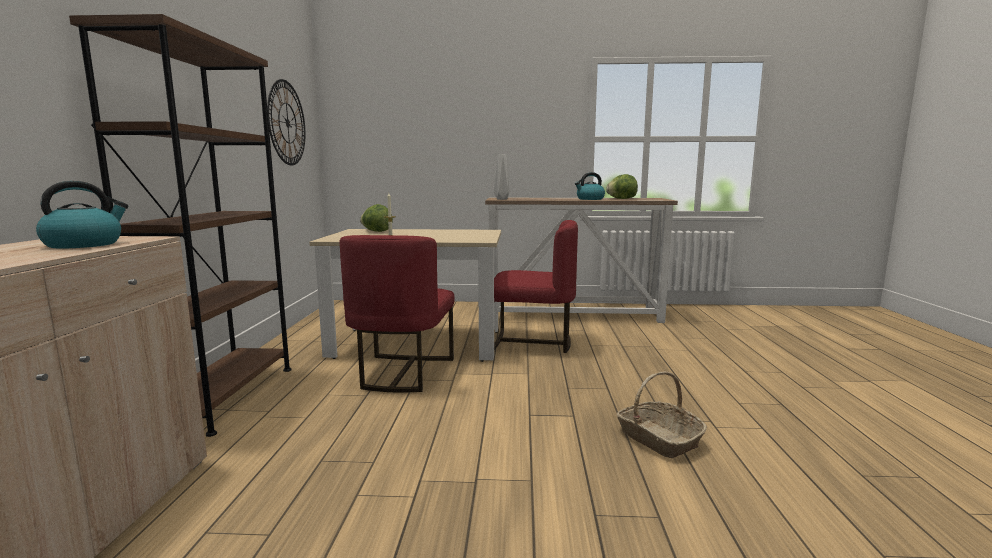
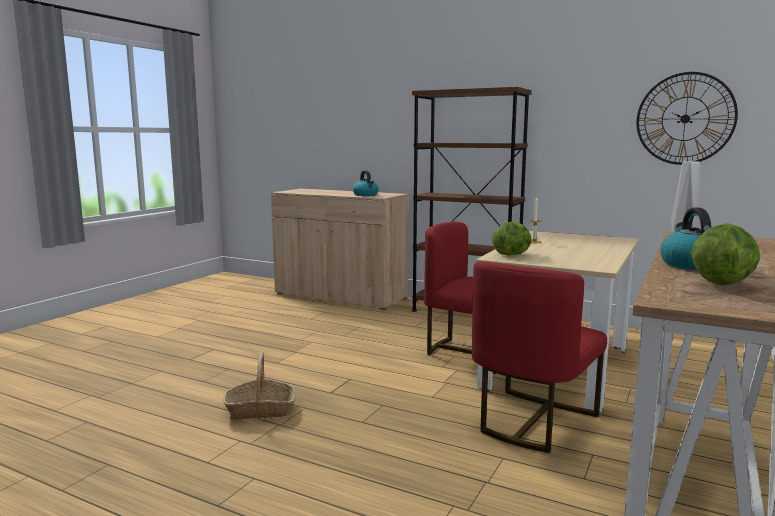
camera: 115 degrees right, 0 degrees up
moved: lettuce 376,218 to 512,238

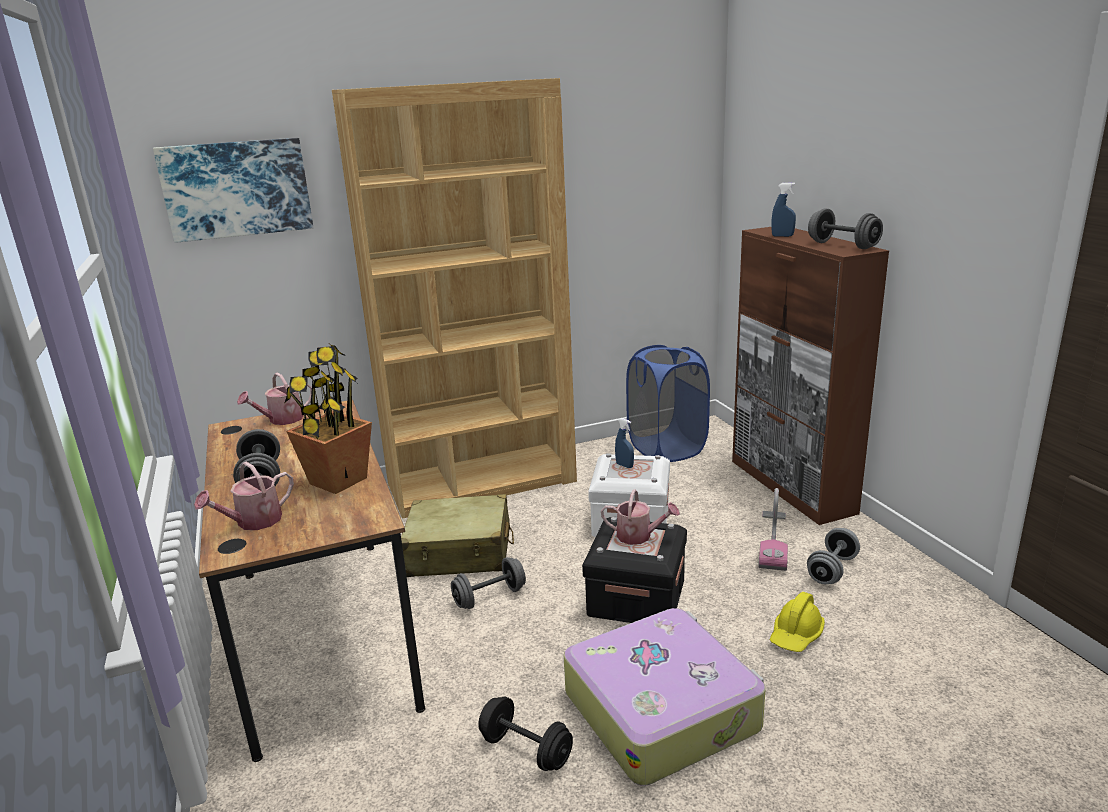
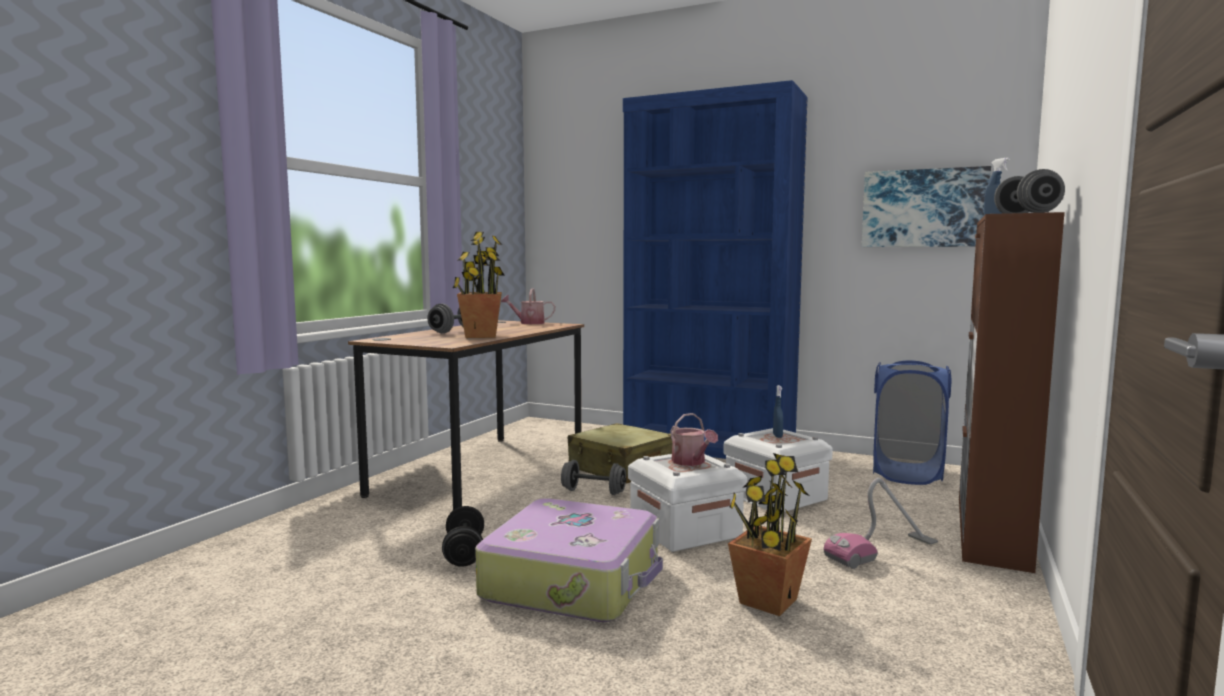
camera: 45 degrees right, 15 degrees down
removed: sprinkling can 244,496; free weight (grey) 833,556
moved: wall art 233,190 to 926,206
replaced: safety helmet (yellow) 797,622 to plant in a pot 770,534
recoloured: bookshelf (brown) 454,298 to bookshelf (bluish) 715,269; storage container (black-coloured) 634,570 to storage container (white-coloured) 687,503

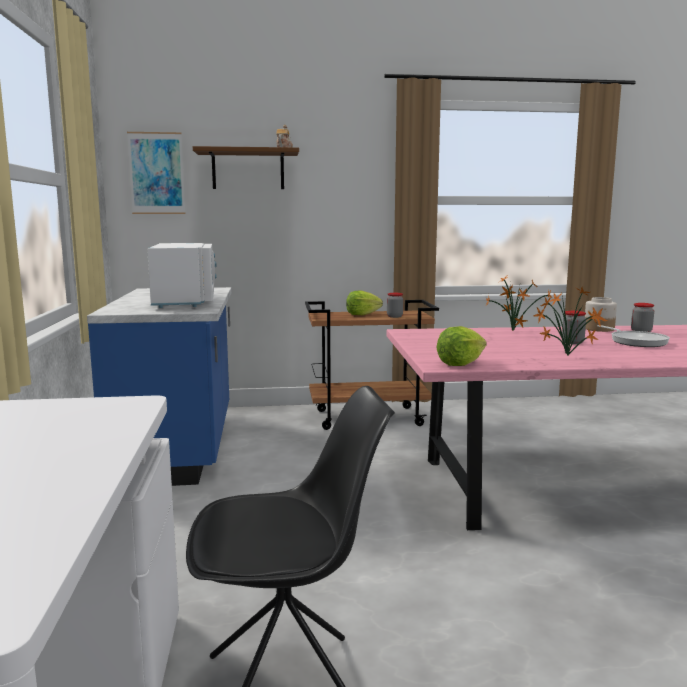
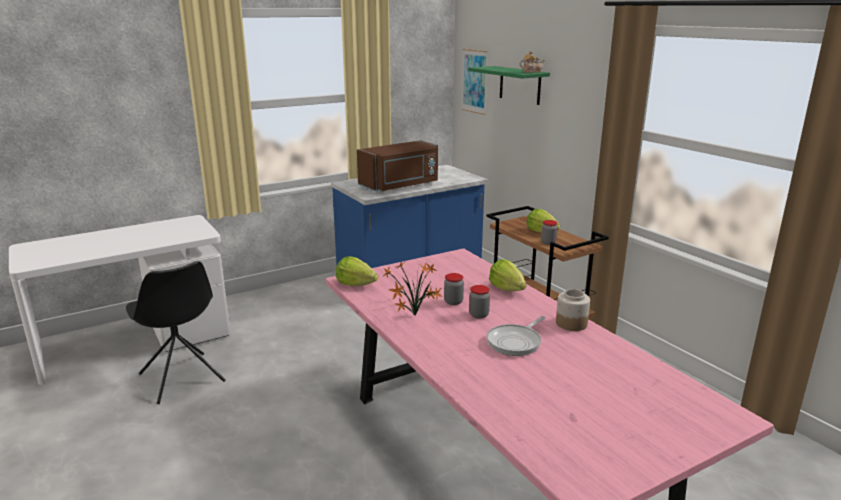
camera: 65 degrees right, 10 degrees up
moved: preserve jar 642,317 to 454,289
replaced: plant in a pot 518,302 to lettuce 507,275
recoloured: microwave oven (white-coloured) 182,275 to microwave oven (brown) 397,166; wall shelf (brown) 246,167 to wall shelf (green-coloured) 509,85

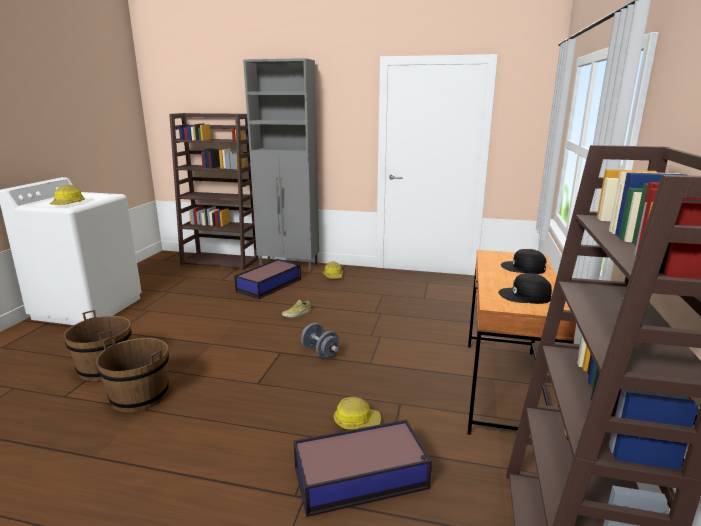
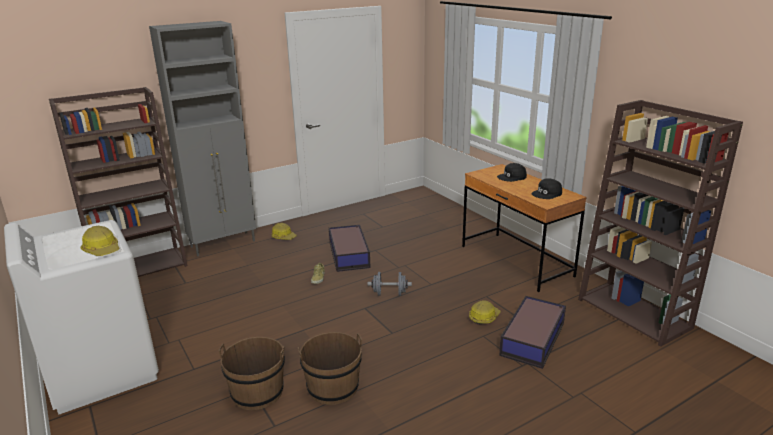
camera: 45 degrees left, 5 degrees up
moved: storage container 267,279 to 349,248

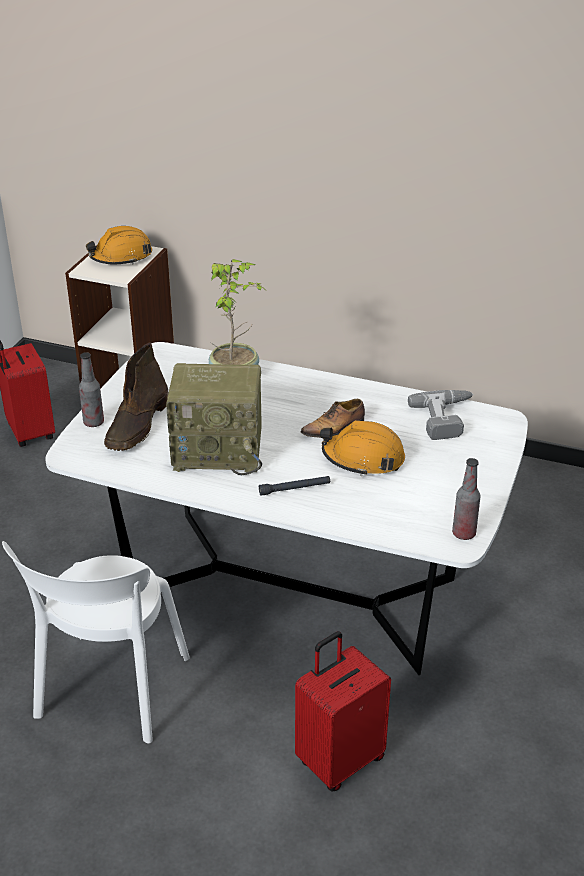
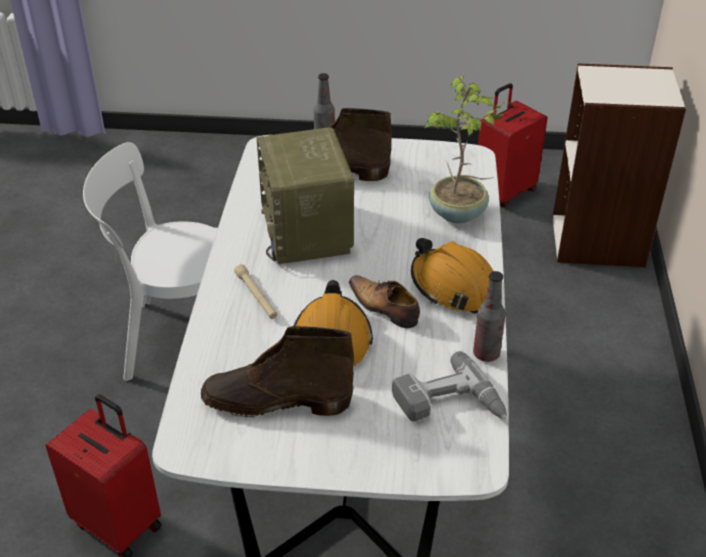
camera: 75 degrees right, 5 degrees up
added: boot (brown) 277,372
moved: safety helmet (orange) 119,245 to 452,276; bottle 466,499 to 489,316
recoloured: flashlight (black-coloured) 294,486 to flashlight (beige-coloured) 255,291

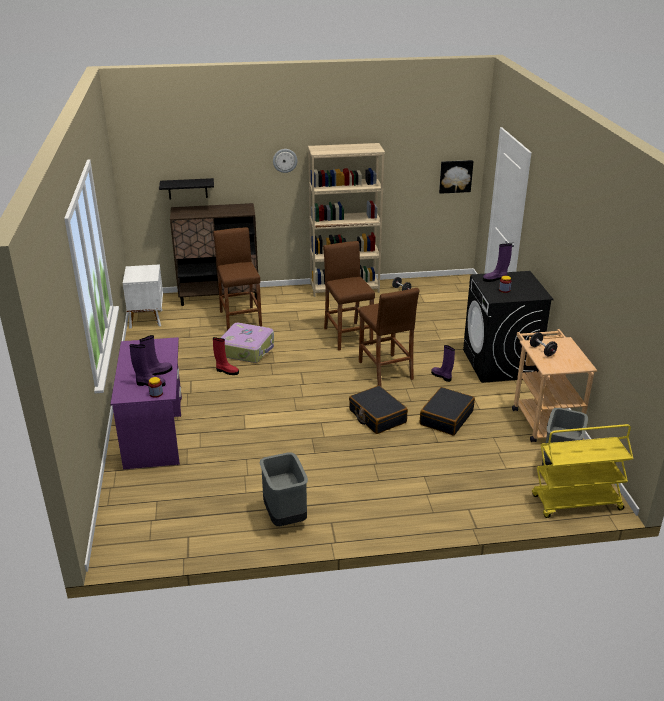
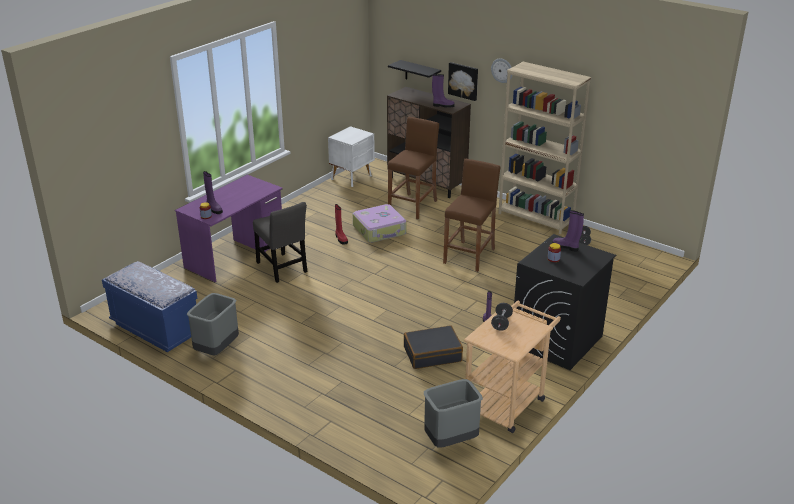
camera: 45 degrees right, 0 degrees up
removed: piece of luggage (black-coloured) 378,410; sitting stool (brown) 389,337; trolley (yellow) 582,471
added: indoor bench (bluish) 149,306; chair (grey) 280,242
moved: boot (purple-coloured) 155,355 to 443,91; wall art 456,177 to 463,81

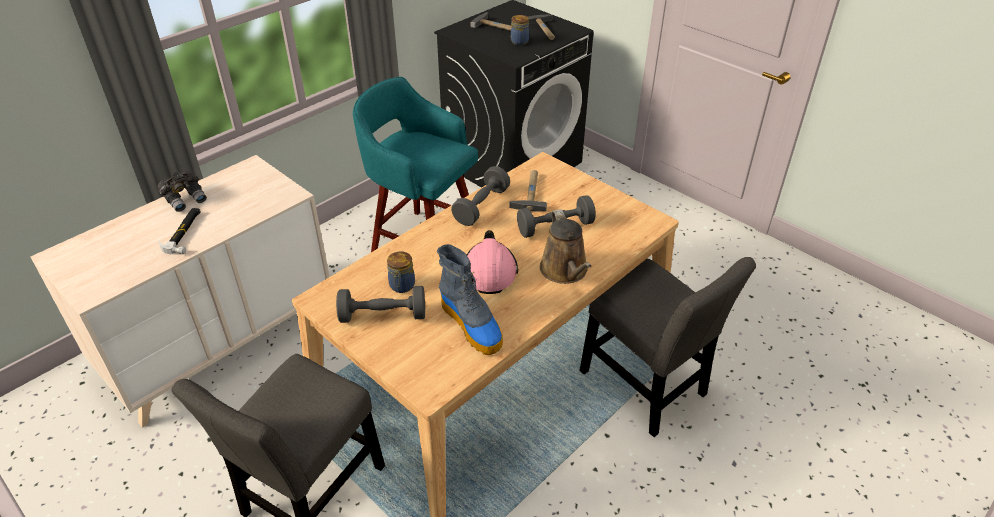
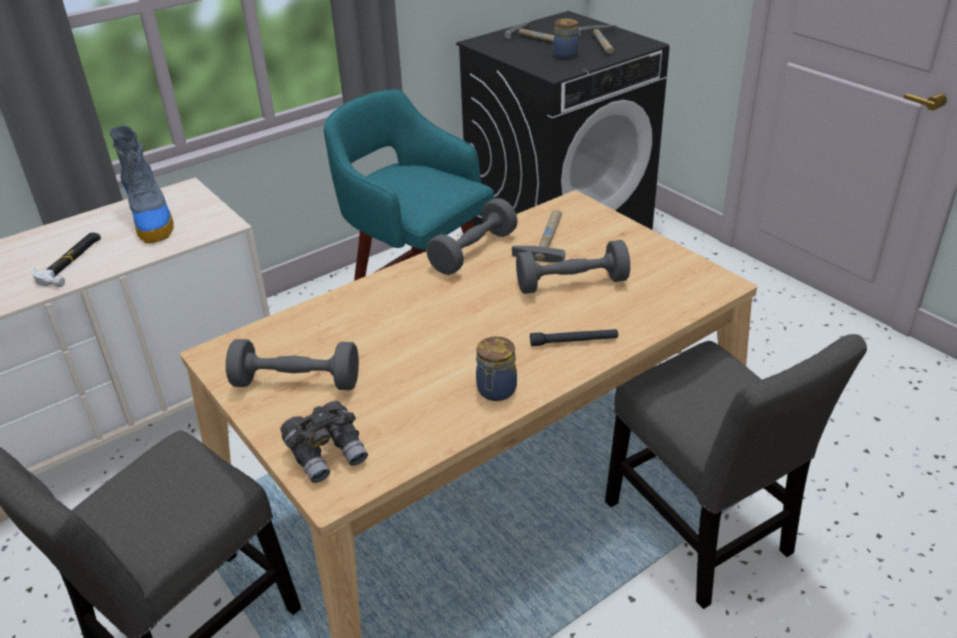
camera: 10 degrees right, 5 degrees down
removed: safety helmet (pink) 493,262
moved: pair of binoculars (grey) 182,191 to 324,442; preserve jar 401,272 to 496,368; boot 470,299 to 141,184
replaced: sprinkling can (brown) 565,246 to flashlight (black-coloured) 574,337

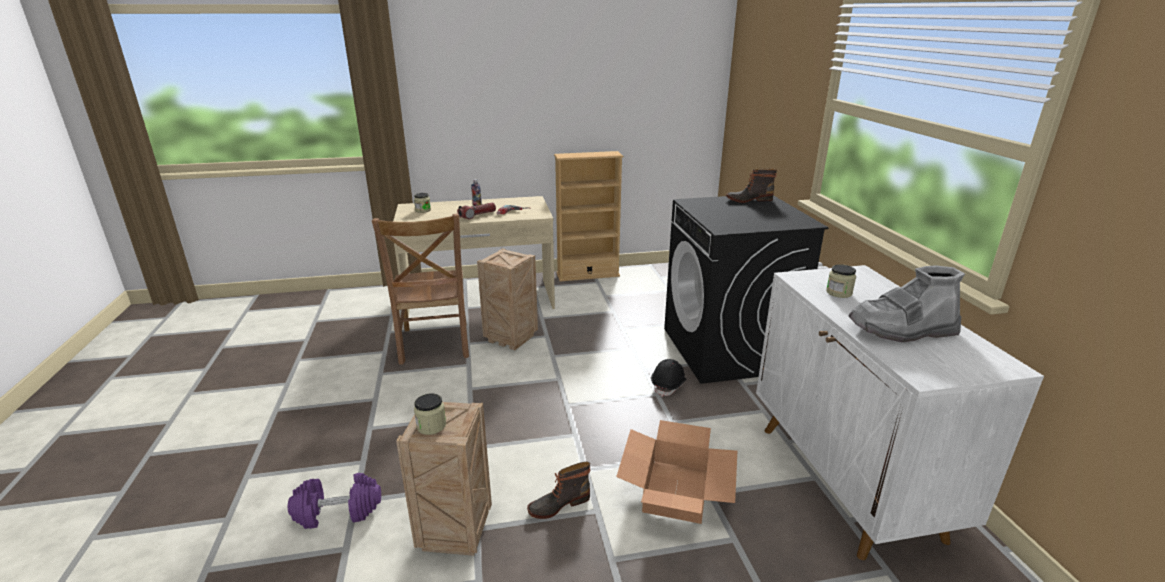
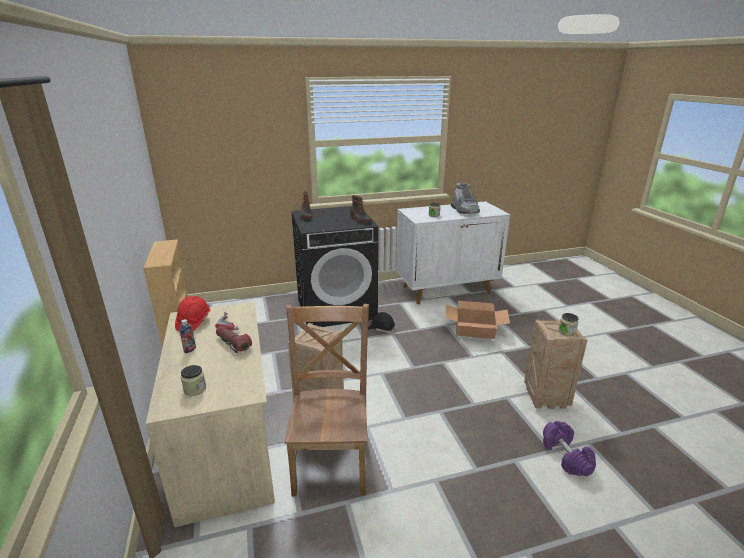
camera: 95 degrees left, 0 degrees up
added: safety helmet (reddish) 192,314
moved: boot 558,490 to 361,209
turned: chair (brown) 420,289 = 327,400 75 degrees counterclockwise

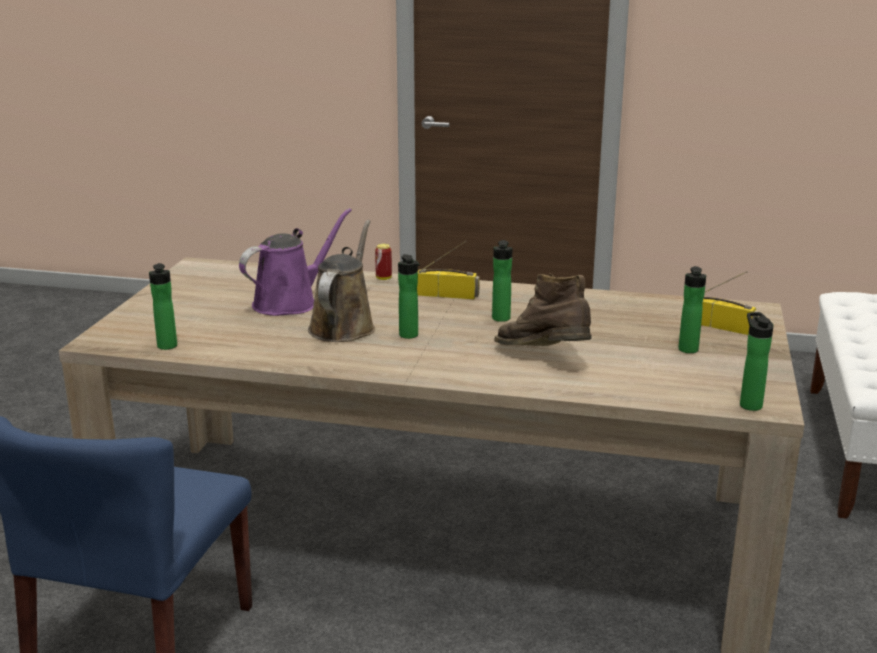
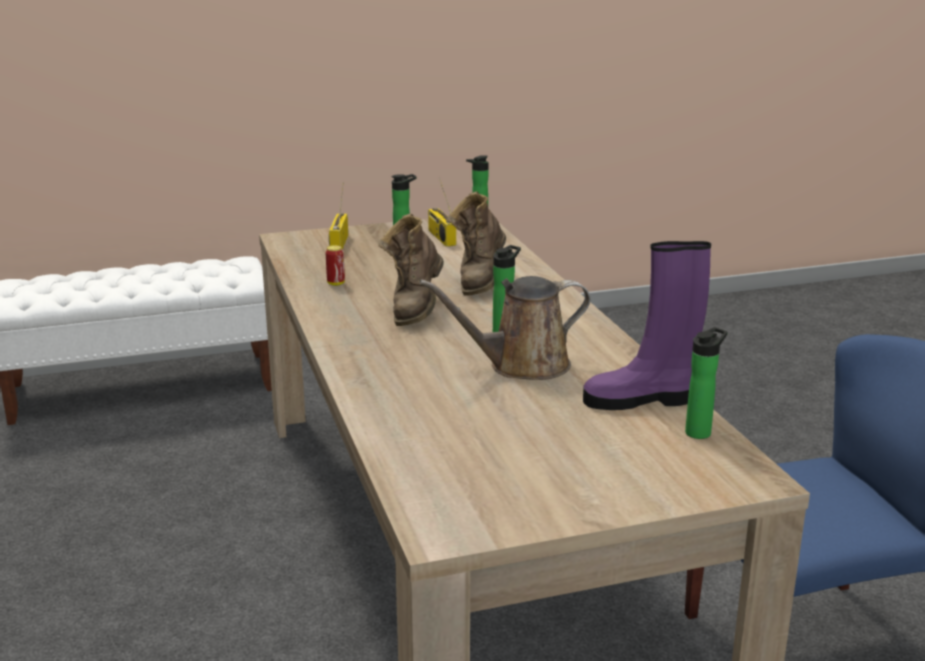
camera: 120 degrees left, 0 degrees up
removed: sprinkling can (purple-coloured) 295,262
added: boot (purple-coloured) 647,325
moved: metal can 383,262 to 335,265; radio set 448,270 to 442,212
replaced: bottle 502,281 to boot (brown) 411,270

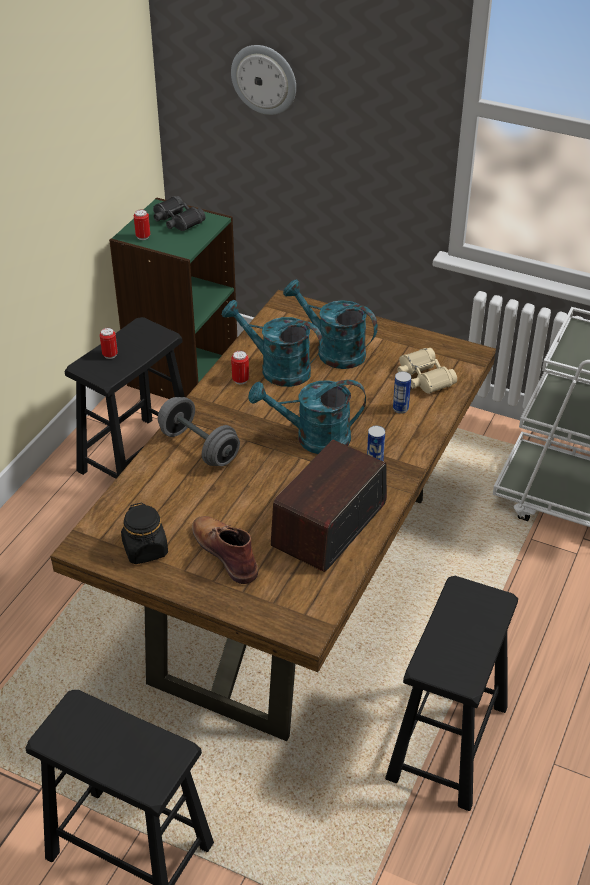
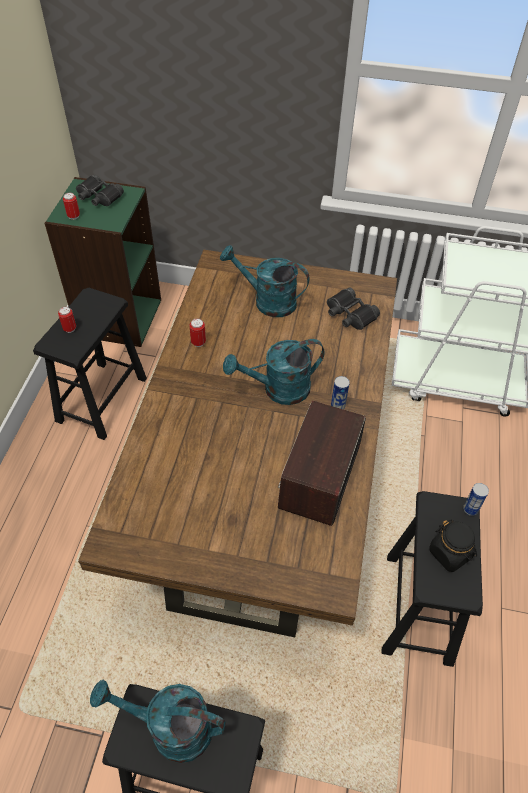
camera: 15 degrees left, 10 degrees up
removed: free weight (grey) 199,431; boot (brown) 225,550; hanging clock 263,80
moved: preserve jar (black-coloured) 144,533 to 453,545; sprinkling can (turquoise) 272,343 to 158,721; metal can 402,392 to 476,499
recoloured: pair of binoculars (beige-coloured) 427,371 to pair of binoculars (black-coloured) 353,308

